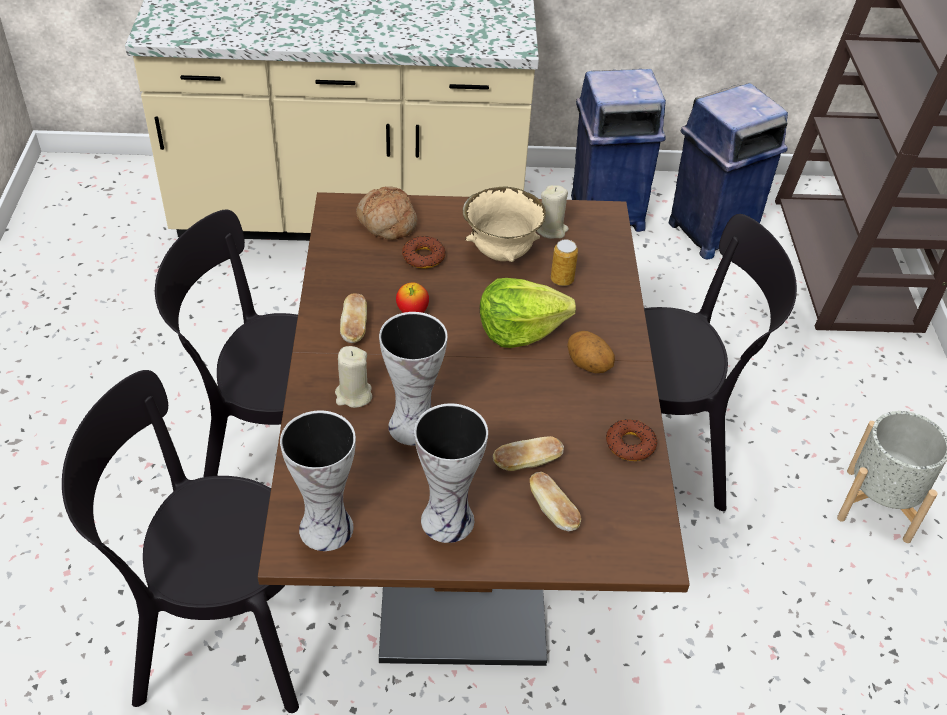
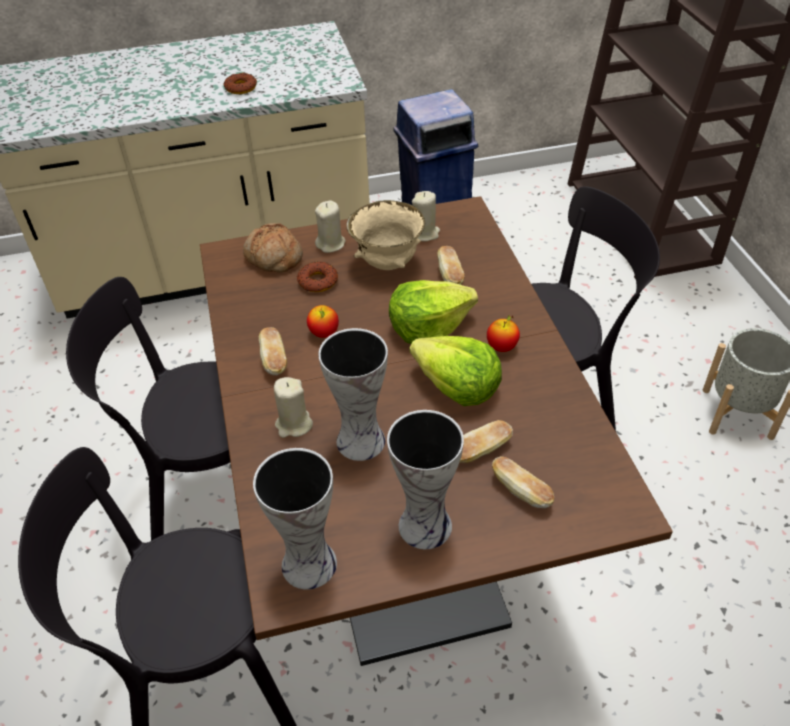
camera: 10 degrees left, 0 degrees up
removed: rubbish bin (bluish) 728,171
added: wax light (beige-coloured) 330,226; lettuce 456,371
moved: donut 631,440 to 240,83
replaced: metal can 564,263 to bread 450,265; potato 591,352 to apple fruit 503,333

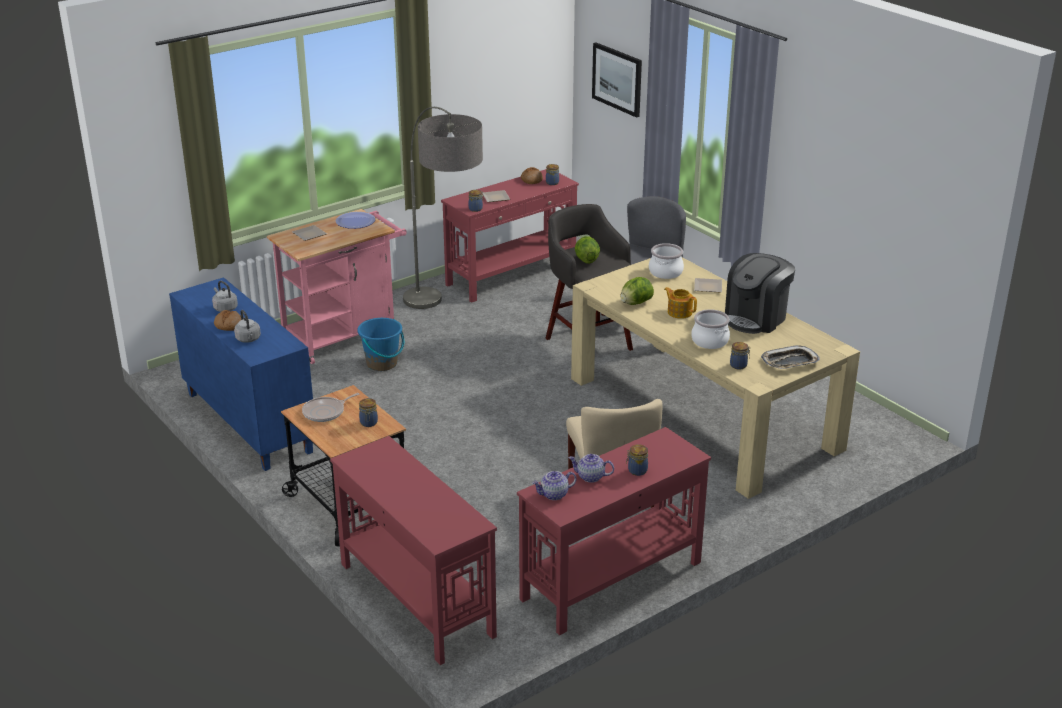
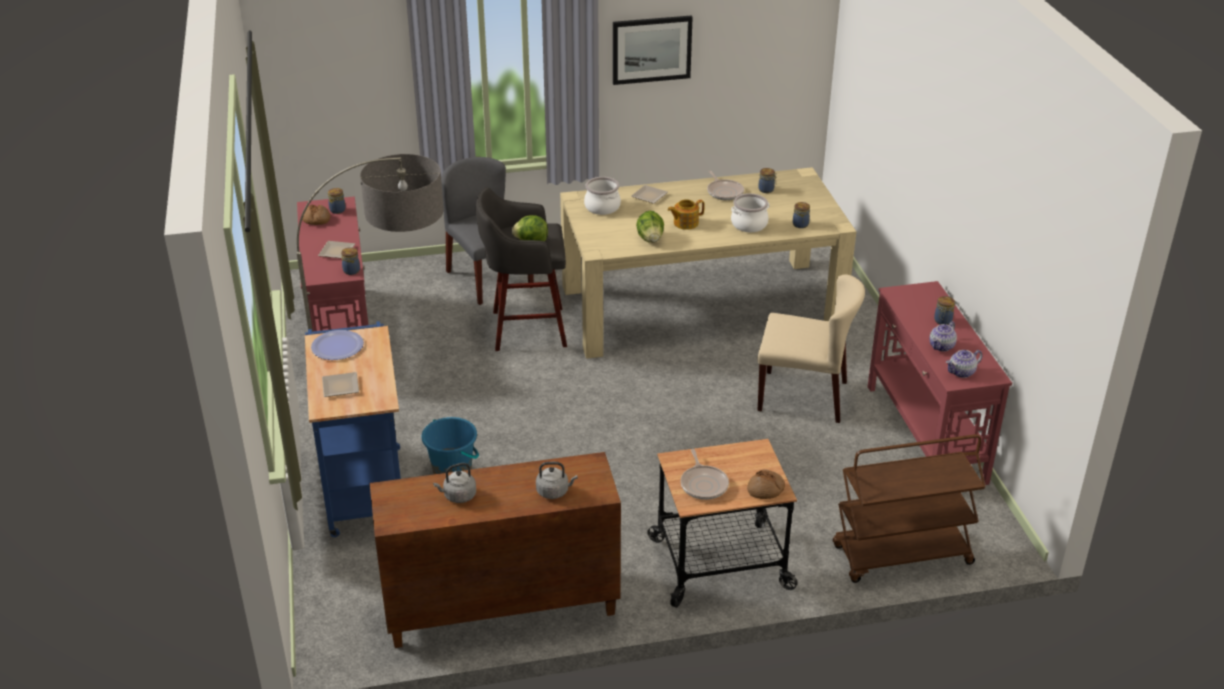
camera: 65 degrees left, 5 degrees up
removed: serving tray 790,357
moved: bread 227,320 to 766,484; preserve jar 368,412 to 767,180; wall art 617,80 to 653,50
replaced: narrow table (reddish) 413,550 to trolley (brown) 909,508; coffee maker 760,293 to skillet 725,185
recoloured: storage cabinet (bluish) 241,374 to storage cabinet (brown) 495,550; trolley (pink) 337,286 to trolley (bluish) 353,429
turned: pot for tea 554,485 = 964,364 60 degrees clockwise

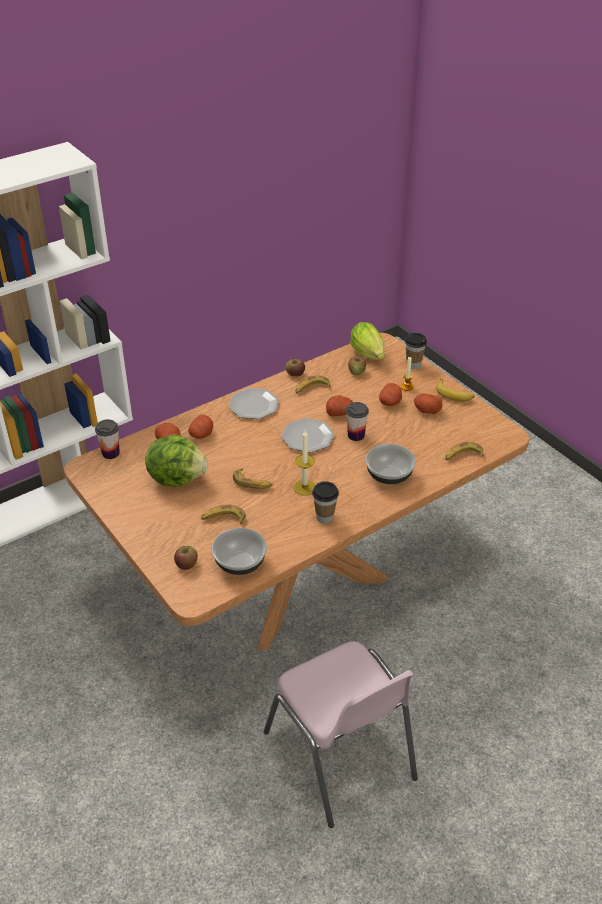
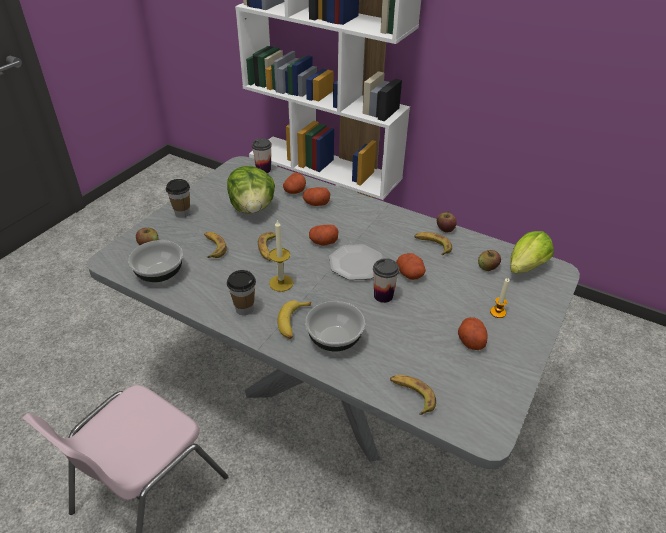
camera: 65 degrees right, 0 degrees up
removed: flat dish 254,403
moved: potato 390,394 to 324,235; drinking cup 416,351 to 178,198; banana 455,390 to 294,319
recoloured: dining table (brown) 297,491 to dining table (grey) 333,312

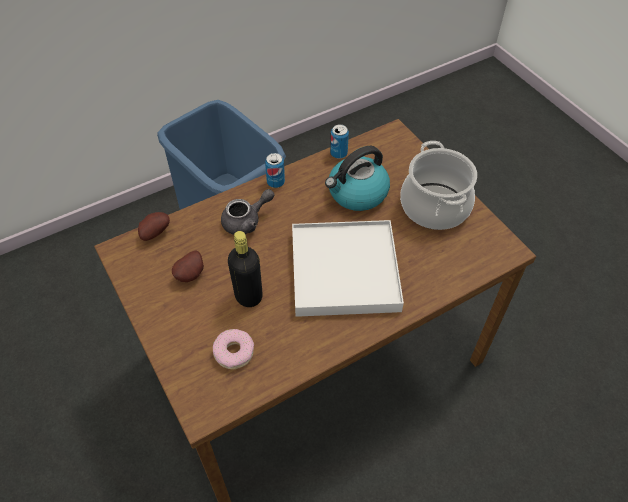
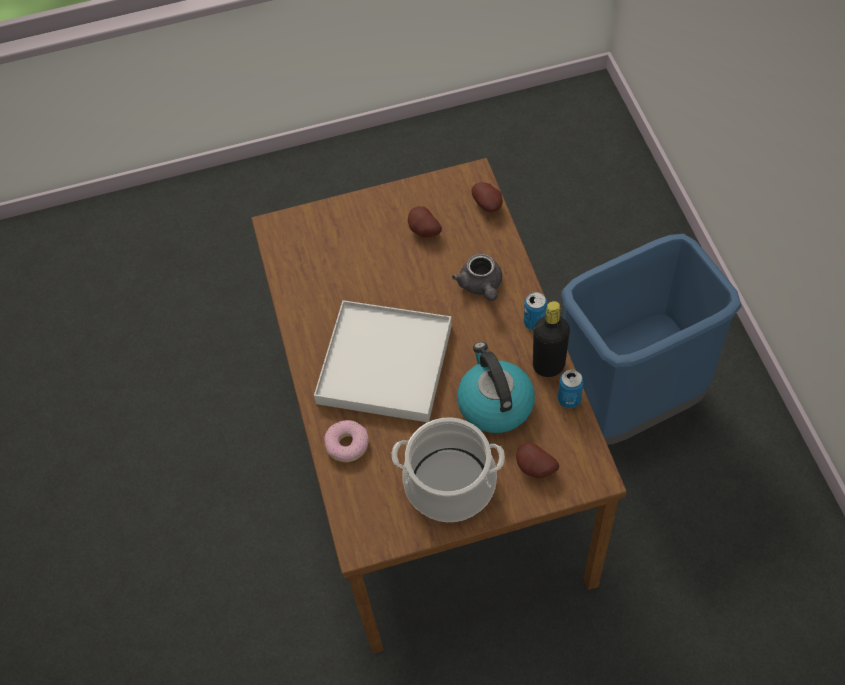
camera: 110 degrees right, 5 degrees up
added: potato 537,460
moved: donut 233,349 to 346,441; bottle (black-coloured) 245,269 to 551,339

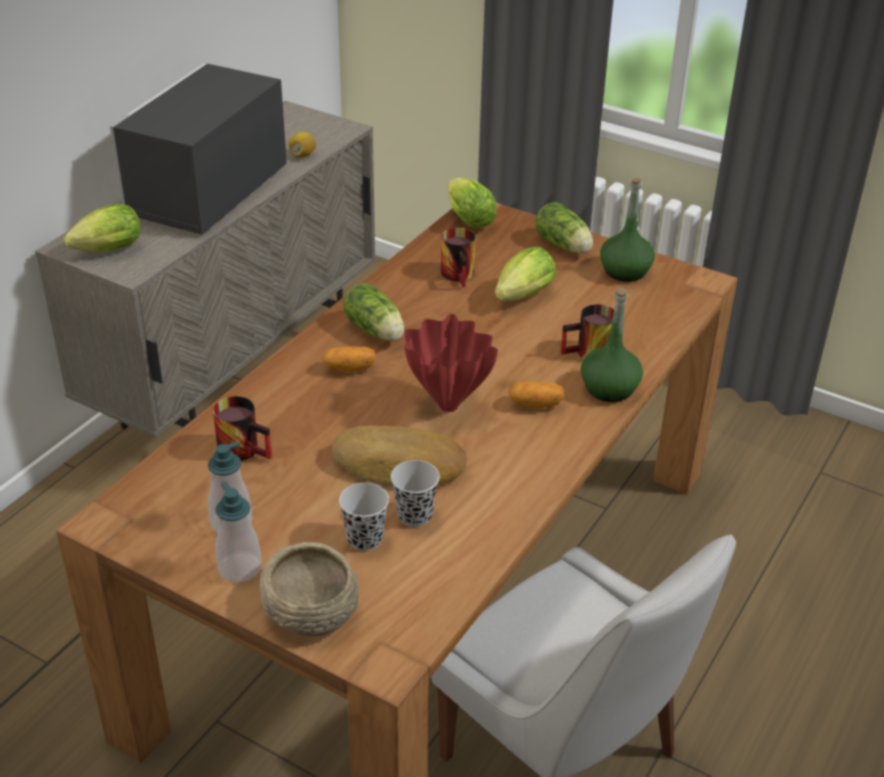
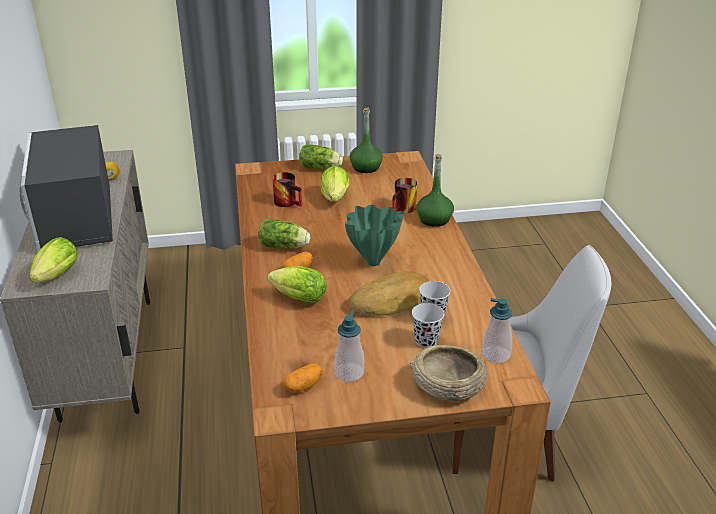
camera: 40 degrees left, 5 degrees down
removed: mug 242,428
moved: soap bottle 238,532 to 497,331; lettuce 471,202 to 297,285; potato 536,395 to 303,378
recoloured: vase (reddish) 451,363 to vase (green-coloured) 374,235

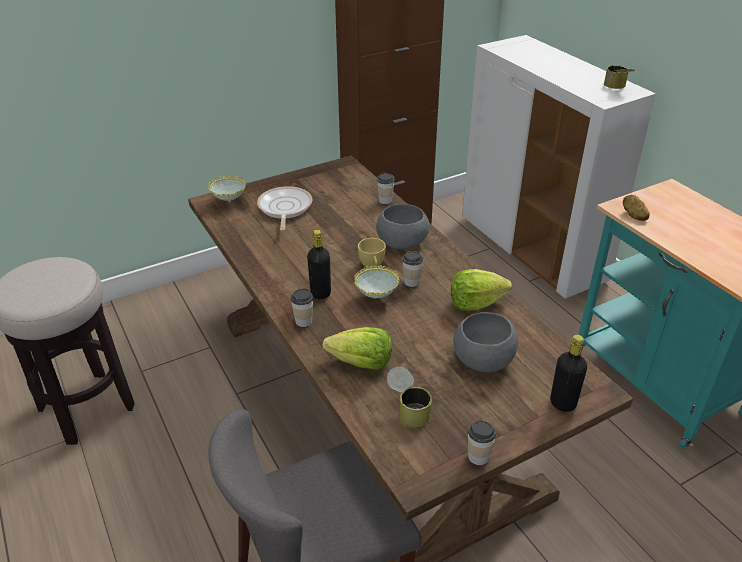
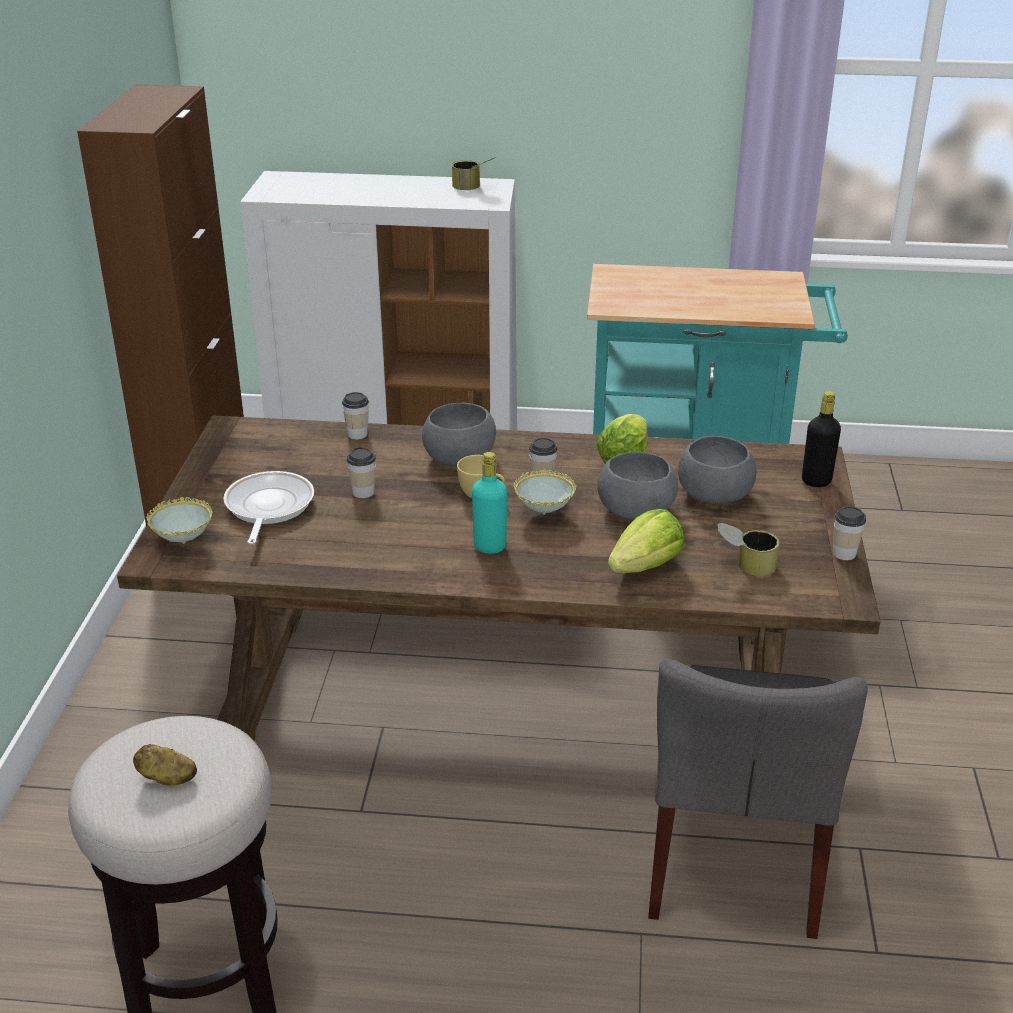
camera: 55 degrees left, 5 degrees down
added: serving bowl (grey) 637,486
moved: drinking cup 302,308 to 361,472; potato 636,208 to 165,765
recoloured: bottle (black-coloured) 319,264 to bottle (turquoise) 489,503
turned: skillet 285,208 = 268,508 60 degrees clockwise

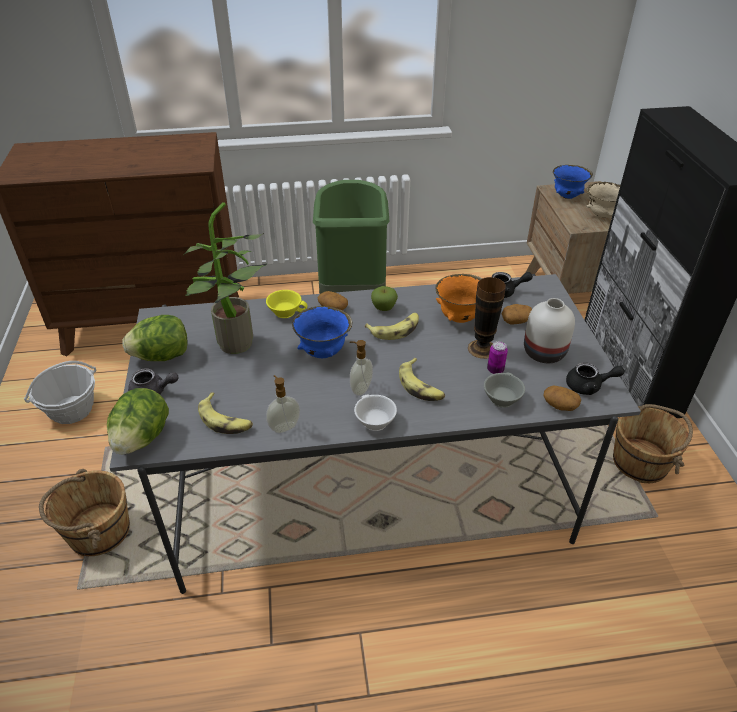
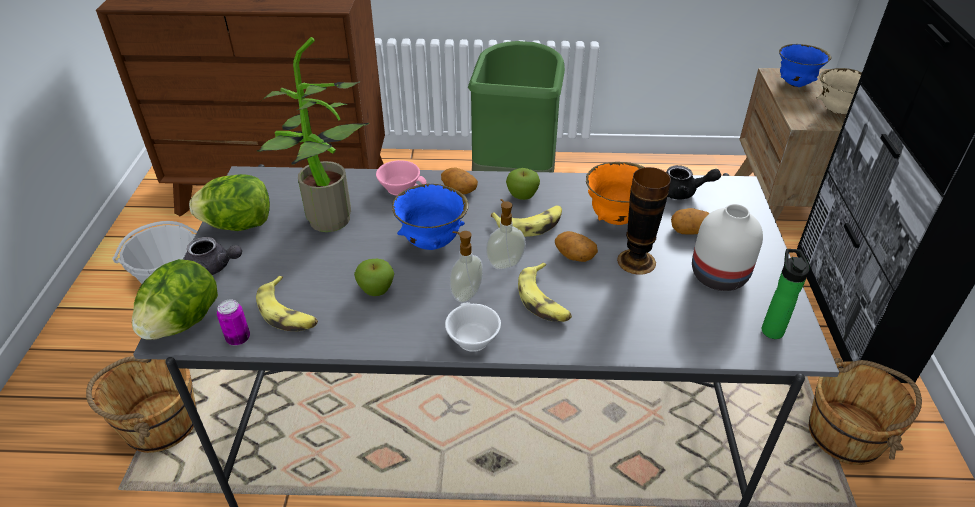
camera: 10 degrees right, 0 degrees up
removed: drinking cup (grey) 504,390
added: apple fruit 374,277
moved: soap bottle 283,404 to 506,234; metal can 497,357 to 233,322; potato 562,398 to 576,246
replaced: pot for tea (black-coloured) 595,378 to bottle 786,294
recoloured: drinking cup (yellow) 286,304 to drinking cup (pink) 401,177

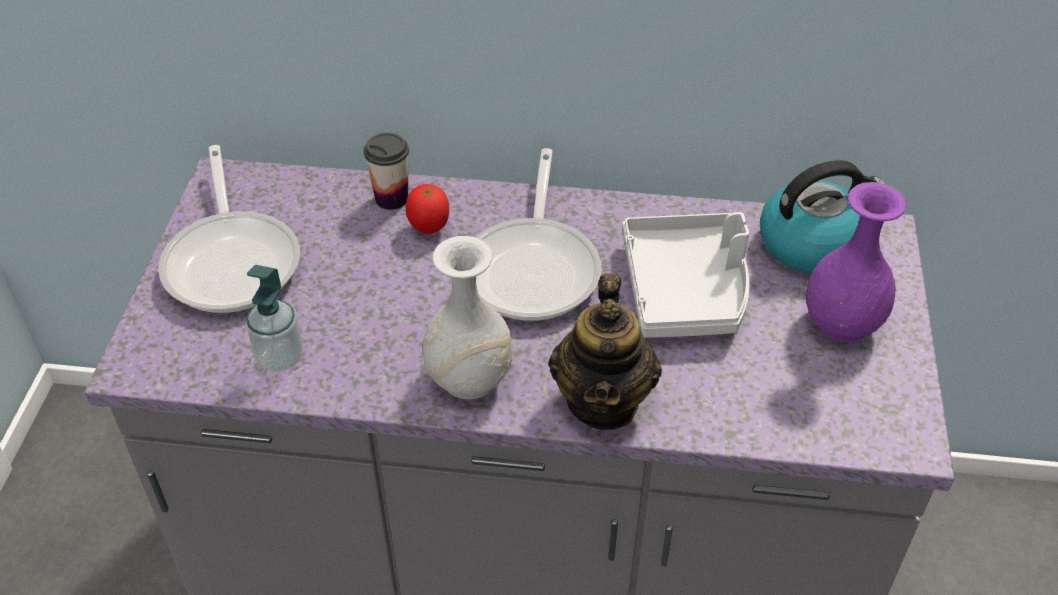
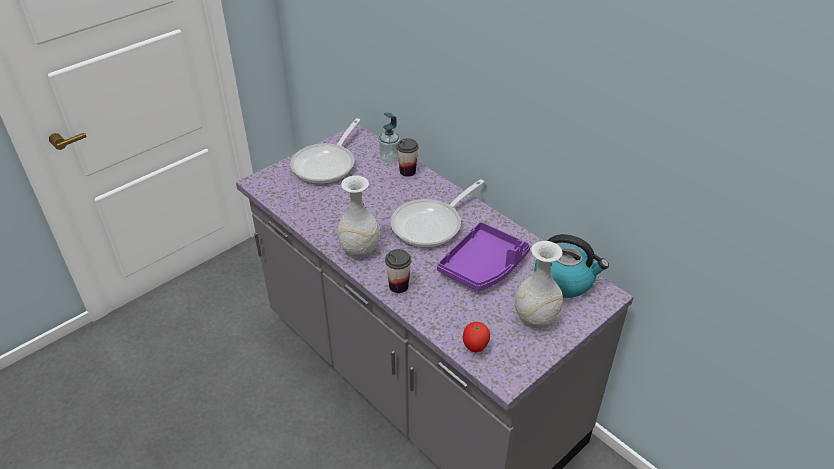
camera: 40 degrees right, 5 degrees down
moved: soap bottle 274,318 to 389,138; fresh tomato 427,209 to 476,337
replaced: pot for tea 605,351 to drinking cup 398,271
recoloured: serving tray (grey) 685,275 to serving tray (purple-coloured) 483,256; vase (purple-coloured) 856,262 to vase (white-coloured) 538,285

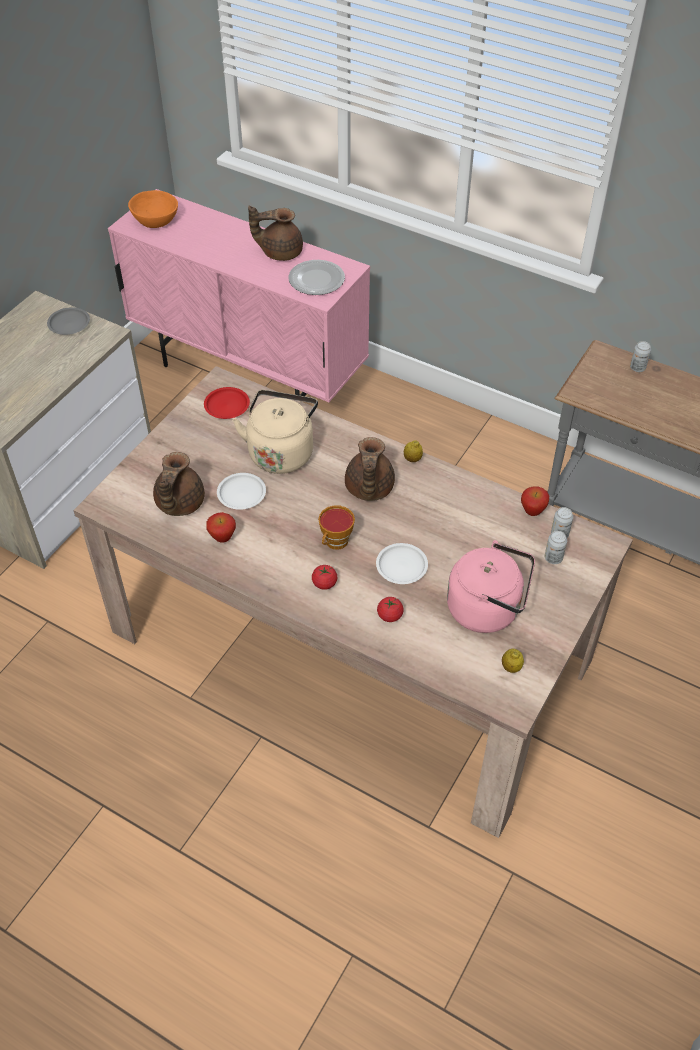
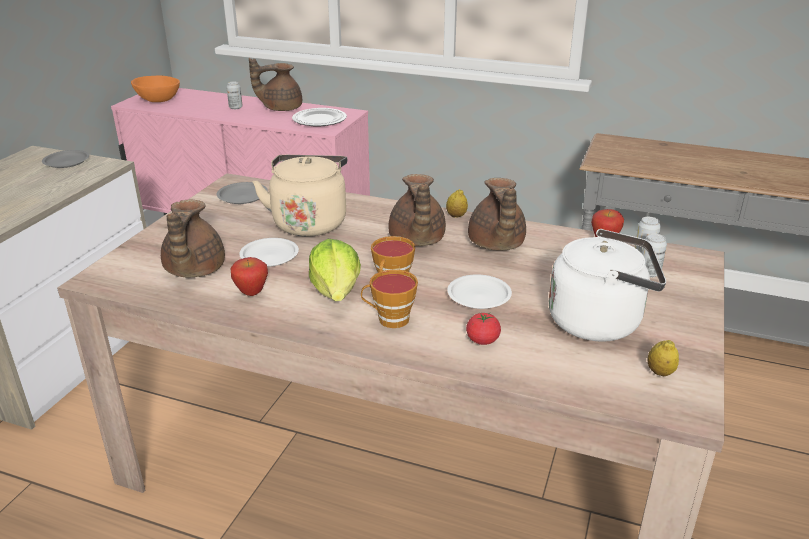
camera: 10 degrees left, 20 degrees down
added: lettuce 335,270; pot for tea (brown) 497,214
moved: metal can 640,356 to 234,95
replaced: fresh tomato 324,577 to drinking cup 389,298
recoloured: flat dish (reddish) 227,403 to flat dish (grey) 242,193; water kettle (pink) 491,586 to water kettle (white-coloured) 607,285

